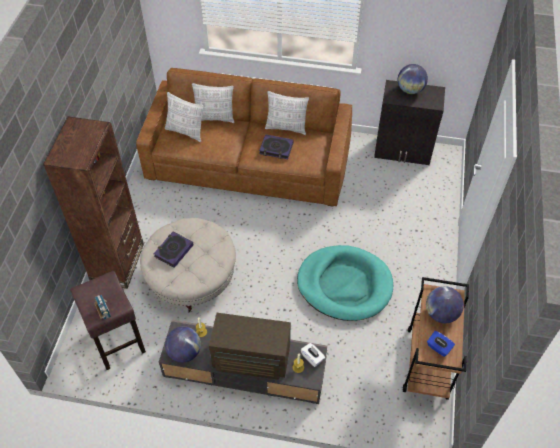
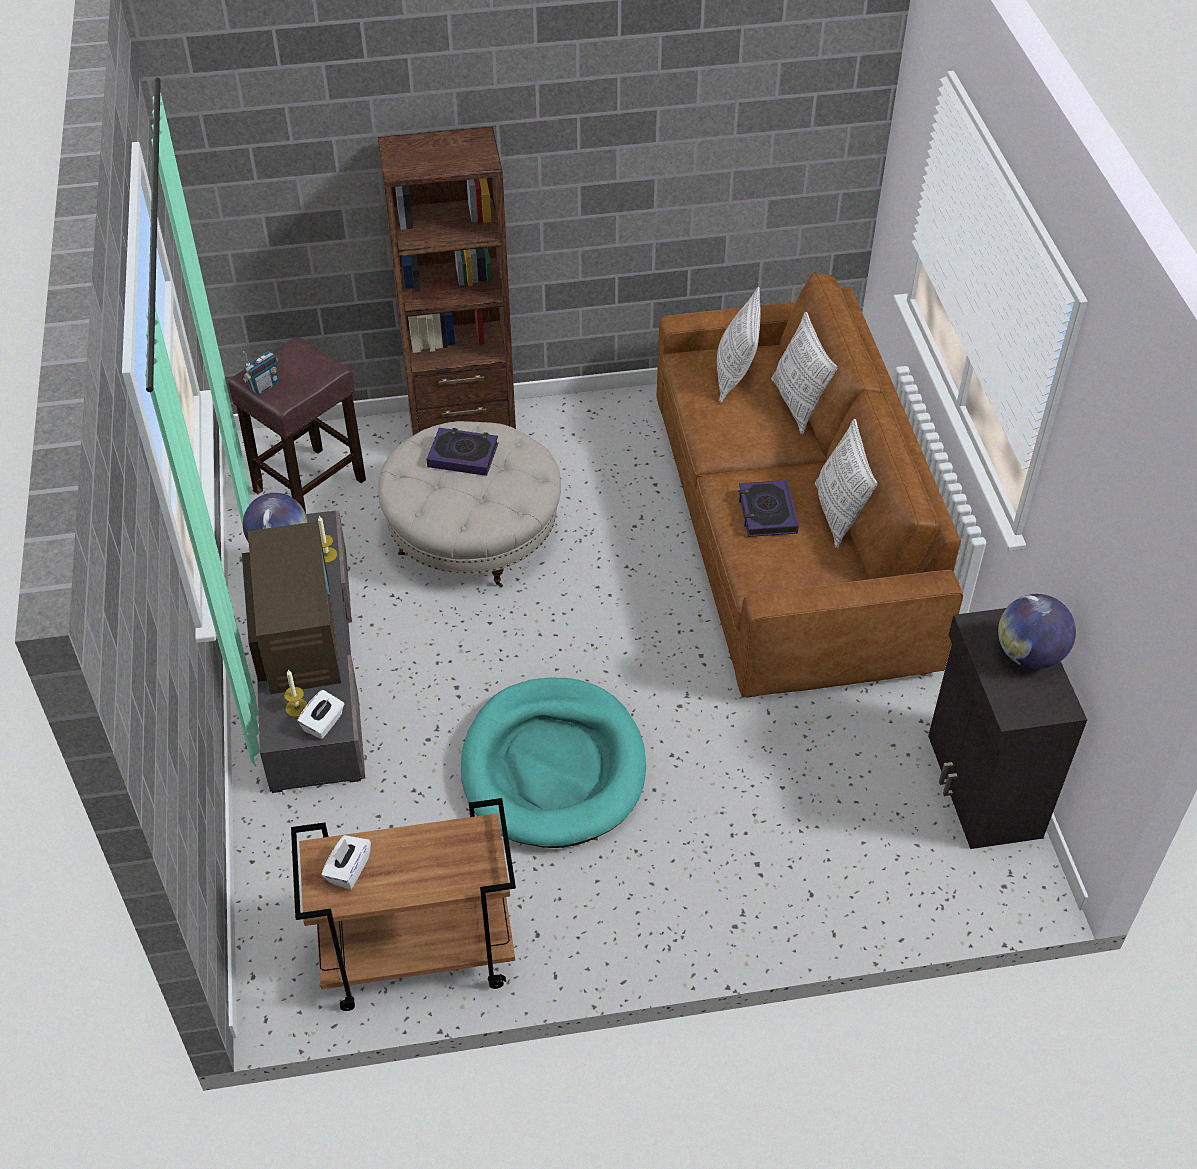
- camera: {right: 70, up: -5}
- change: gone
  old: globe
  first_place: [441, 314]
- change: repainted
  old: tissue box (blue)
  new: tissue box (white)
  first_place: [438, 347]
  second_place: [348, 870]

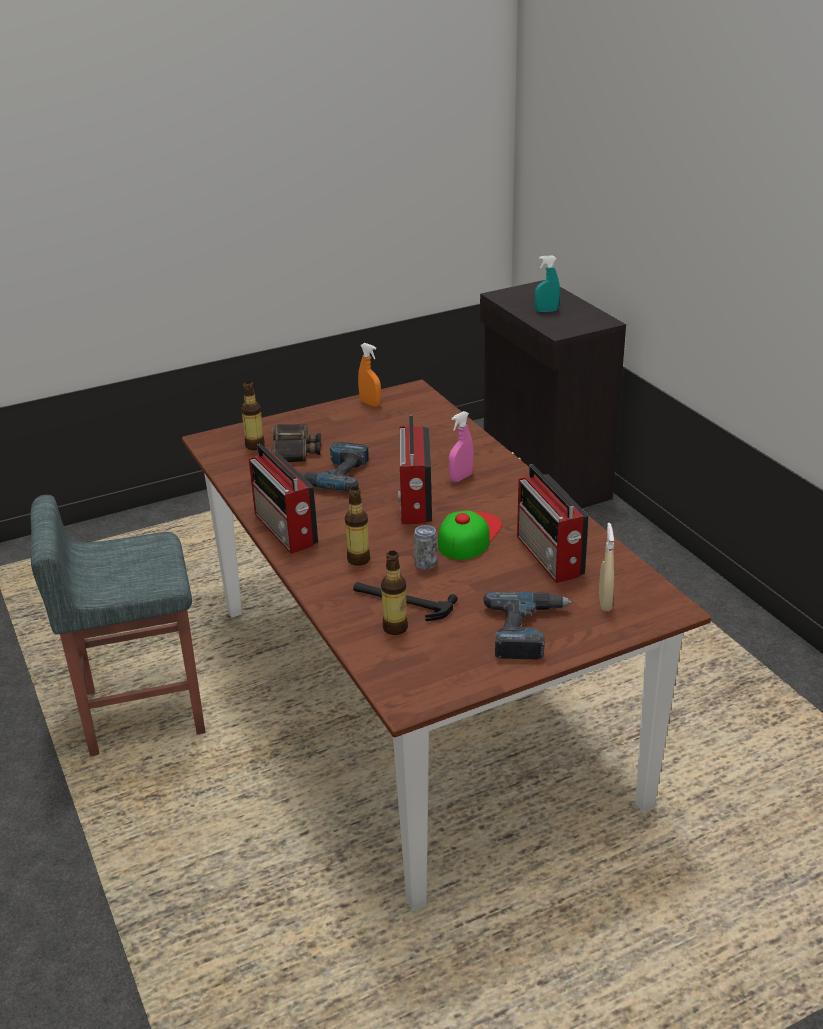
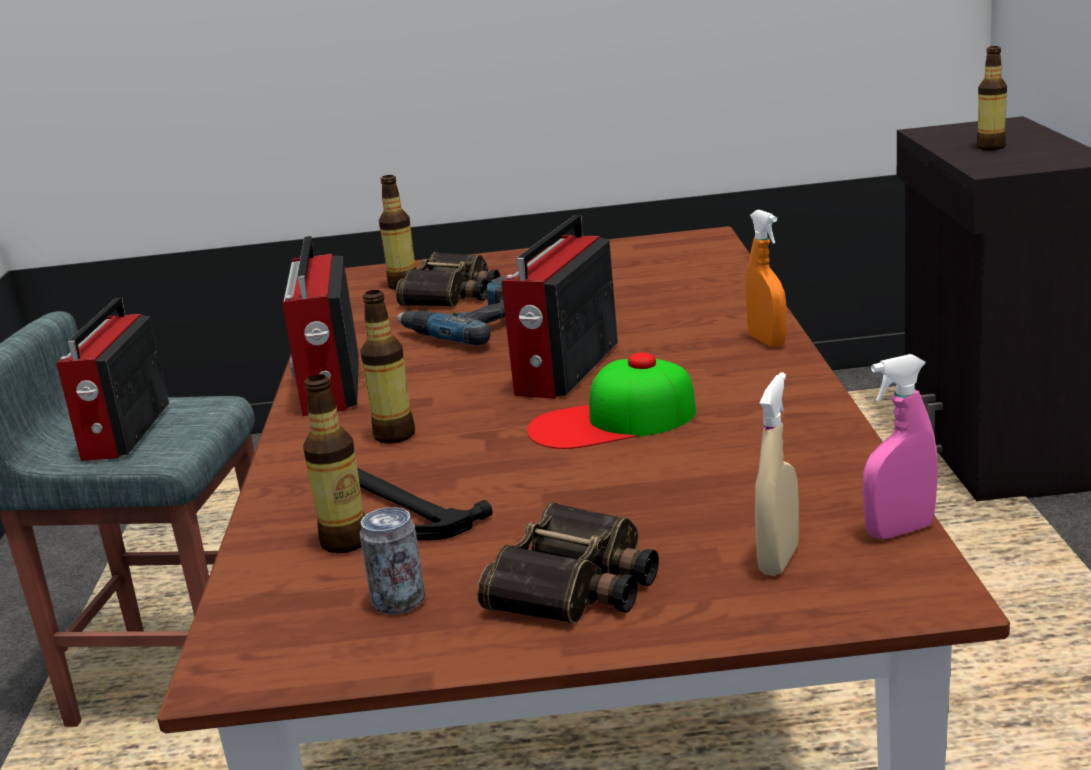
- camera: {right: 25, up: -10}
- change: shifted
  old: spray bottle (orange)
  first_place: [370, 403]
  second_place: [767, 341]
- change: shifted
  old: can
  first_place: [426, 564]
  second_place: [398, 602]
- change: rotated
  old: cap
  first_place: [468, 535]
  second_place: [612, 421]
  degrees: -150
- change: shifted
  old: spray bottle (pink)
  first_place: [461, 478]
  second_place: [899, 531]
- change: swapped
  old: power drill
  new: binoculars
  first_place: [527, 631]
  second_place: [577, 585]
- change: shifted
  old: radio
  first_place: [550, 557]
  second_place: [124, 432]
- change: swapped
  old: spray bottle (turquoise)
  new: bottle
  first_place: [546, 311]
  second_place: [990, 147]

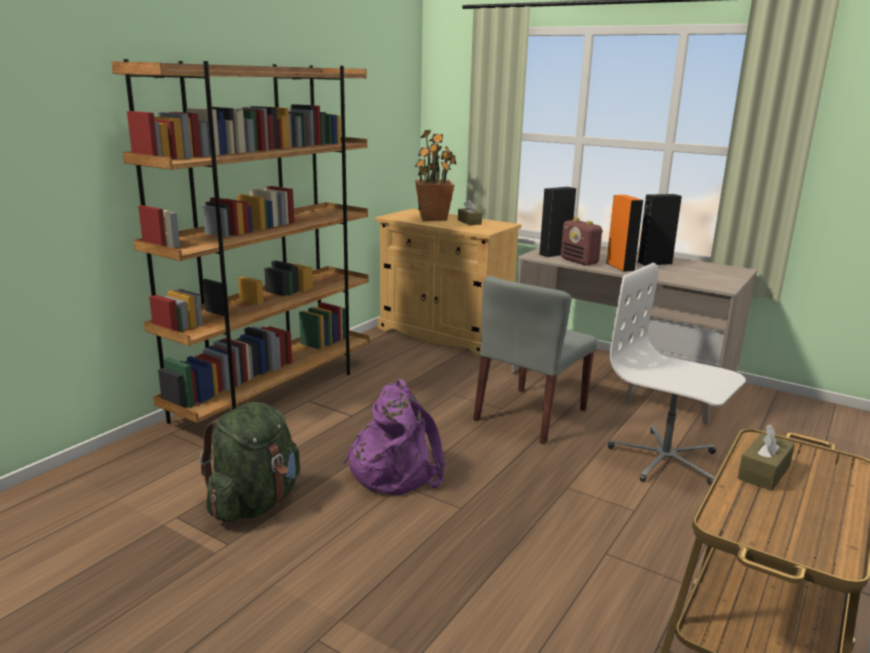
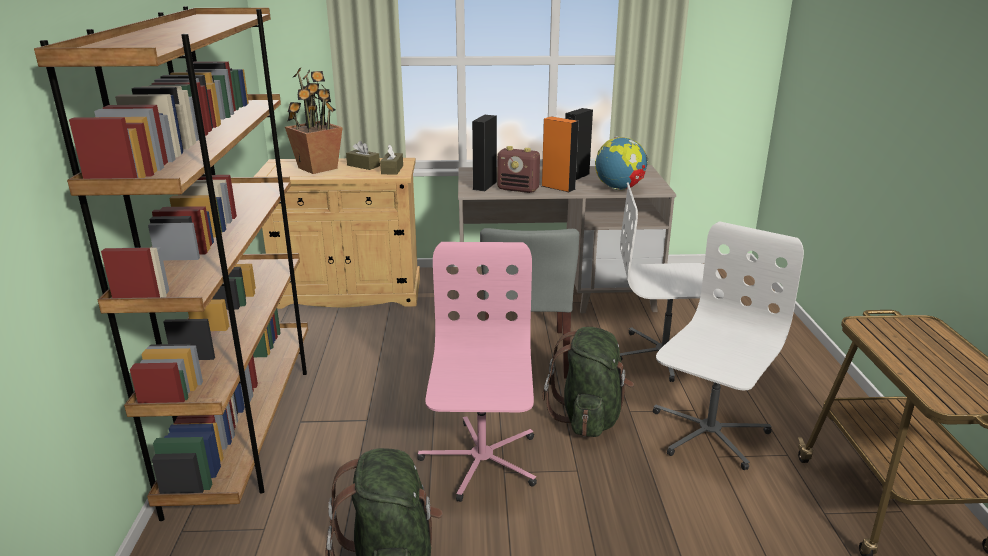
- camera: {right: -35, up: 5}
- change: swapped
  old: backpack (purple)
  new: office chair (pink)
  first_place: [395, 470]
  second_place: [480, 460]
- change: shifted
  old: tissue box (brown)
  first_place: [764, 472]
  second_place: [392, 170]
- change: new
  new: backpack (green)
  second_place: [589, 417]
- change: new
  new: globe
  second_place: [619, 189]
- change: new
  new: office chair (white)
  second_place: [708, 433]

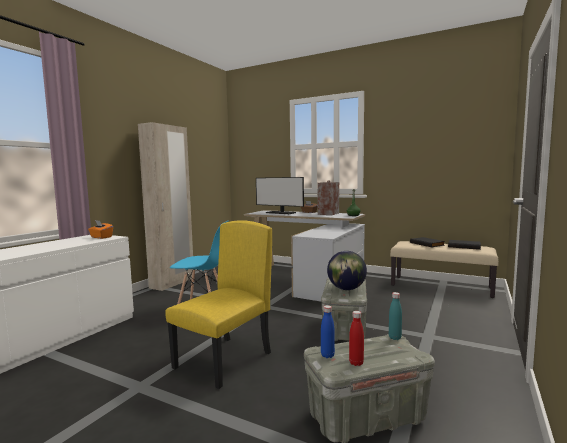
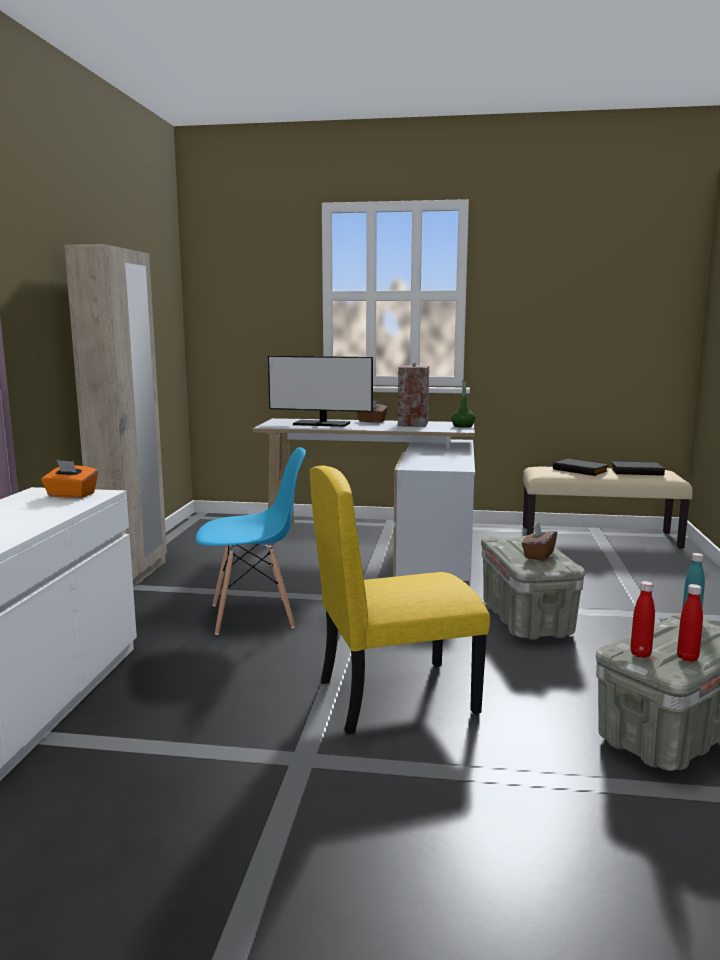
- camera: {right: -20, up: 5}
- change: rotated
  old: chair (yellow)
  first_place: [224, 360]
  second_place: [396, 695]
  degrees: -120
- change: repainted
  old: bottle (blue)
  new: bottle (red)
  first_place: [327, 355]
  second_place: [640, 654]
- change: swapped
  old: globe
  new: tissue box (brown)
  first_place: [346, 289]
  second_place: [538, 555]

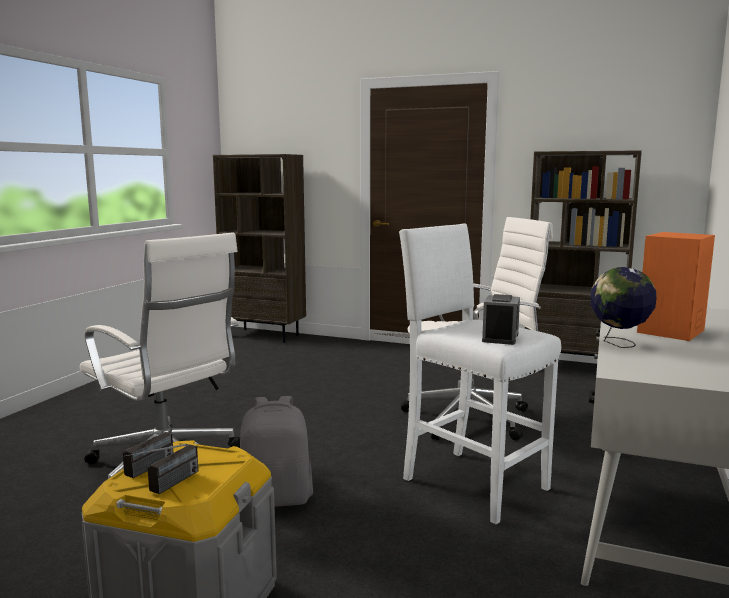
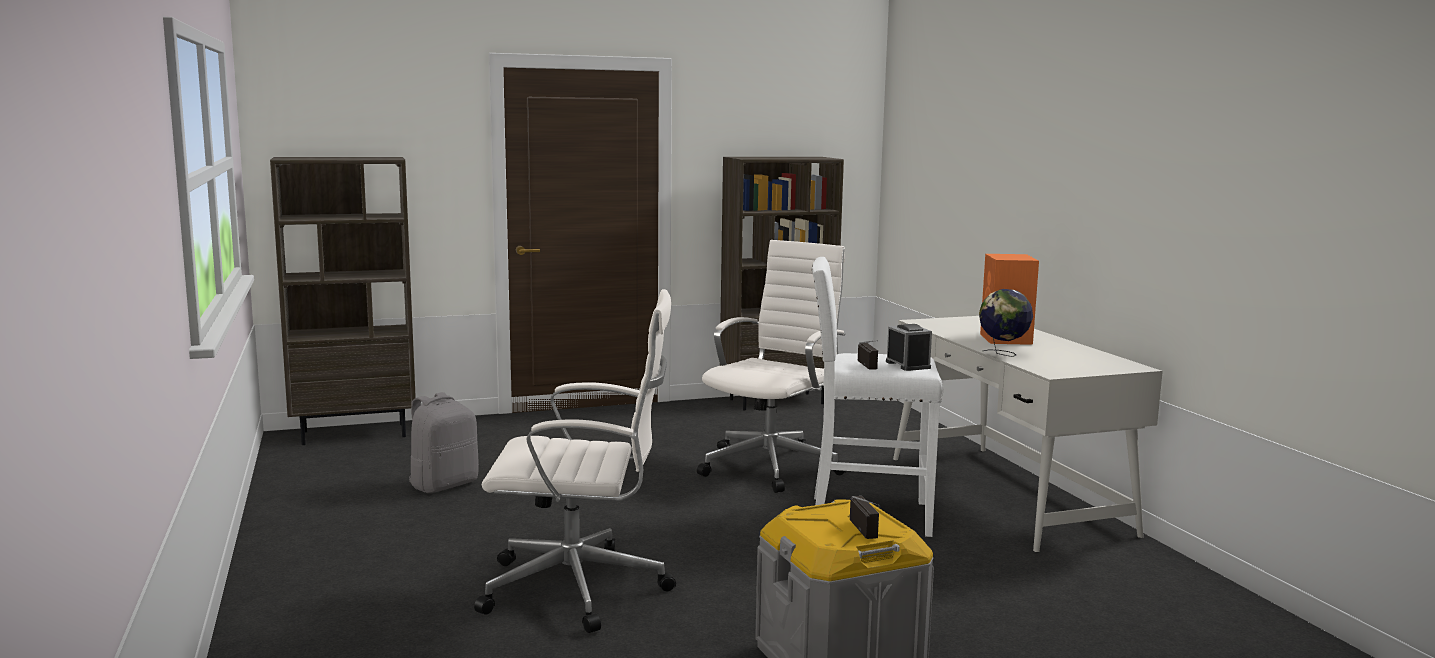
- camera: {right: -40, up: 0}
- change: shifted
  old: radio
  first_place: [139, 472]
  second_place: [871, 367]
- change: shifted
  old: backpack (grey)
  first_place: [276, 498]
  second_place: [444, 484]

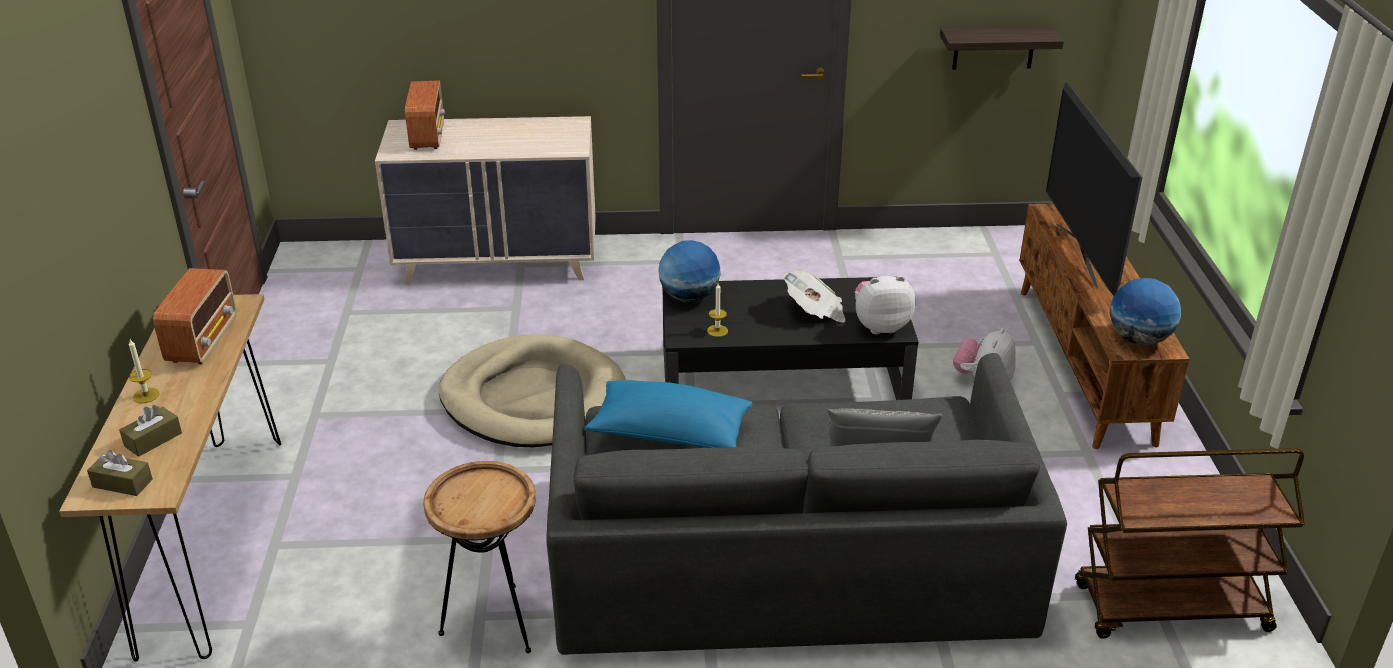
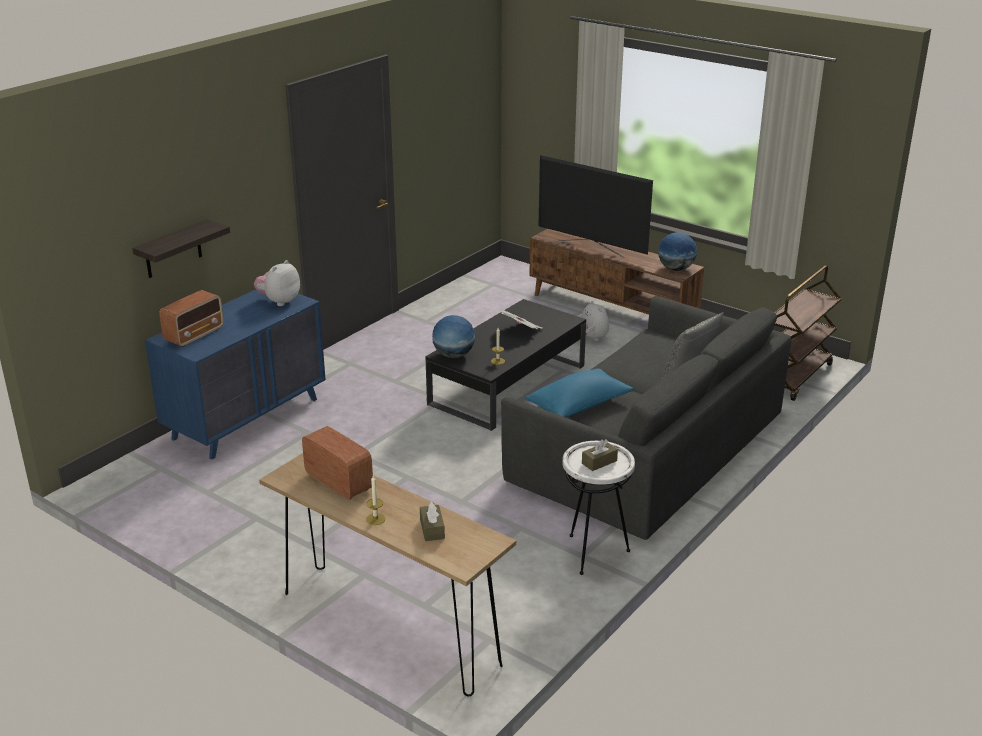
- camera: {right: -50, up: -5}
- change: shifted
  old: tissue box (brown)
  first_place: [122, 483]
  second_place: [599, 462]
- change: repainted
  old: dresser (beige)
  new: dresser (blue)
  first_place: [498, 263]
  second_place: [246, 418]
- change: rotated
  old: radio
  first_place: [428, 135]
  second_place: [195, 335]
  degrees: 90
- change: repainted
  old: side table (brown)
  new: side table (white)
  first_place: [494, 623]
  second_place: [593, 553]
- change: gone
  old: dog bed (beige)
  first_place: [533, 398]
- change: shifted
  old: plush toy
  first_place: [880, 326]
  second_place: [279, 301]
- change: shifted
  old: shelf
  first_place: [994, 47]
  second_place: [173, 250]

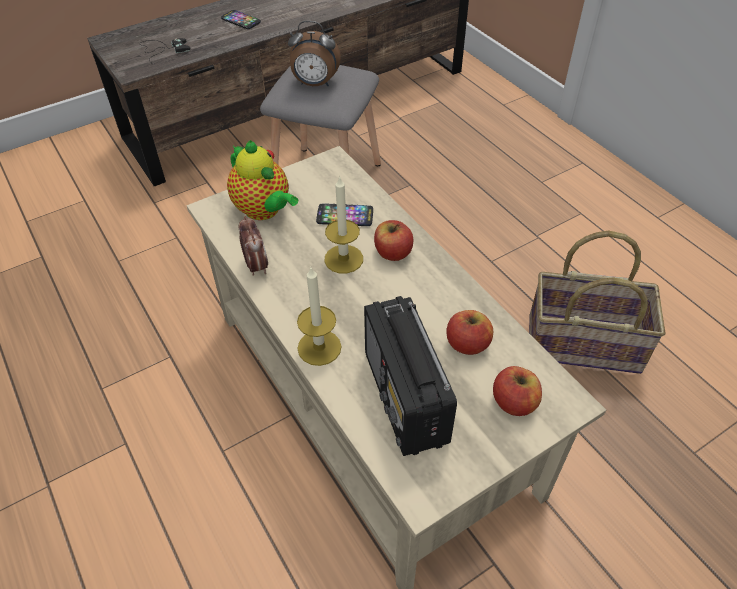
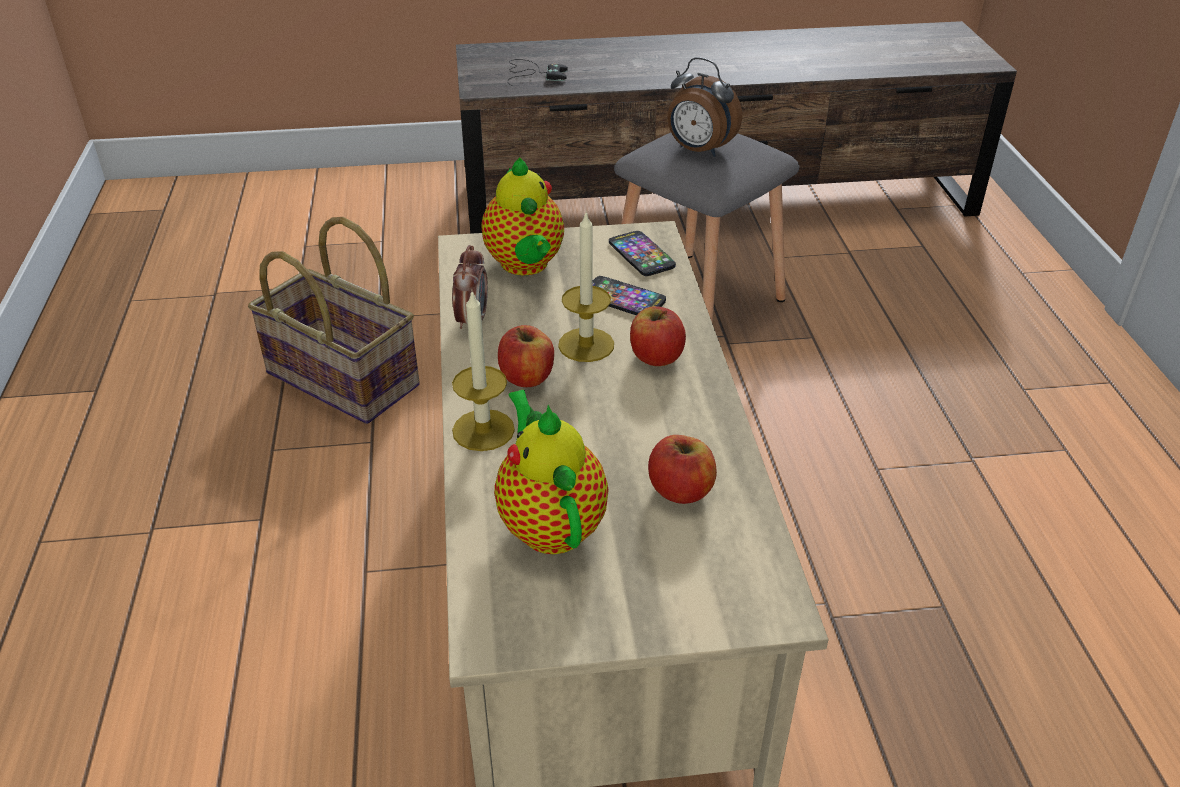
- camera: {right: 25, up: -10}
- change: shifted
  old: phone
  first_place: [240, 20]
  second_place: [641, 255]
- change: swapped
  old: radio
  new: teapot
  first_place: [405, 398]
  second_place: [550, 523]
- change: shifted
  old: apple
  first_place: [514, 402]
  second_place: [527, 377]
- change: shifted
  old: basket
  first_place: [584, 342]
  second_place: [345, 378]

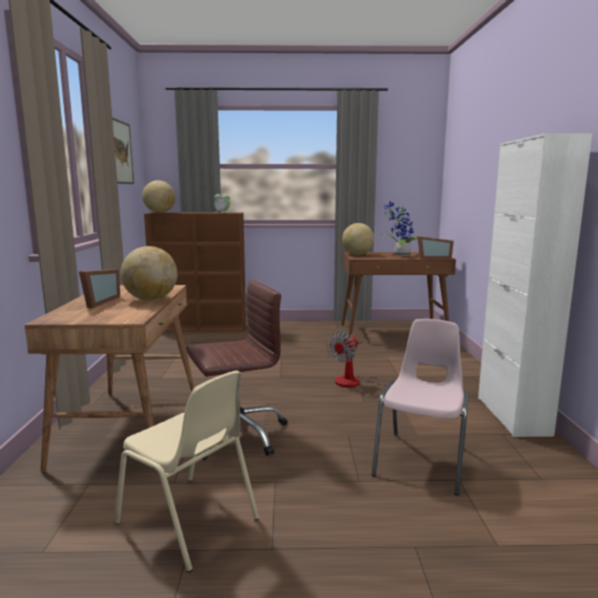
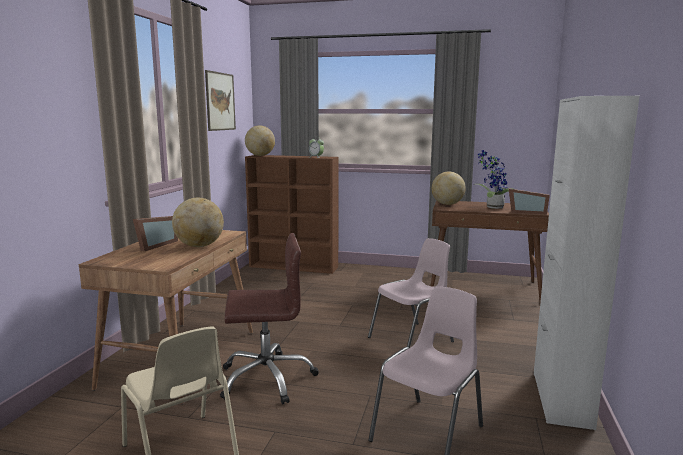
- camera: {right: 15, up: 0}
- change: swapped
  old: fan
  new: chair (pink)
  first_place: [357, 382]
  second_place: [412, 340]

